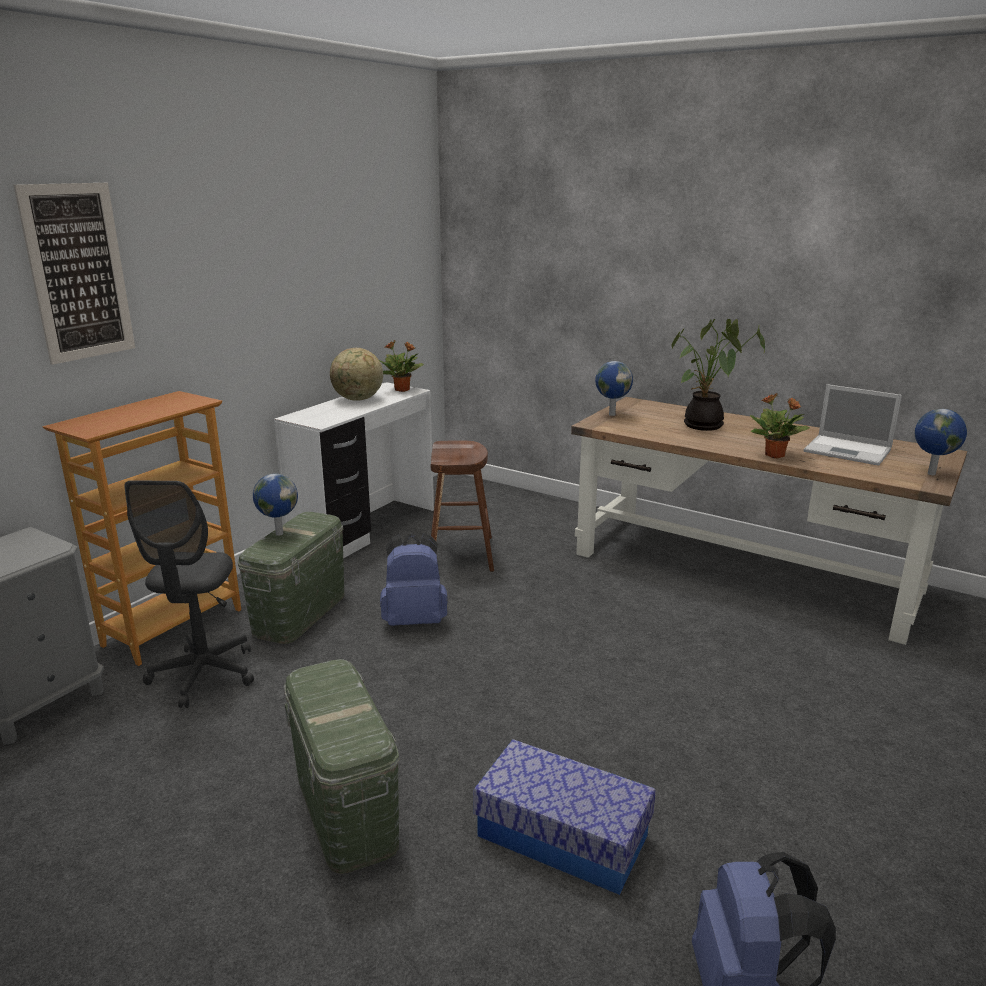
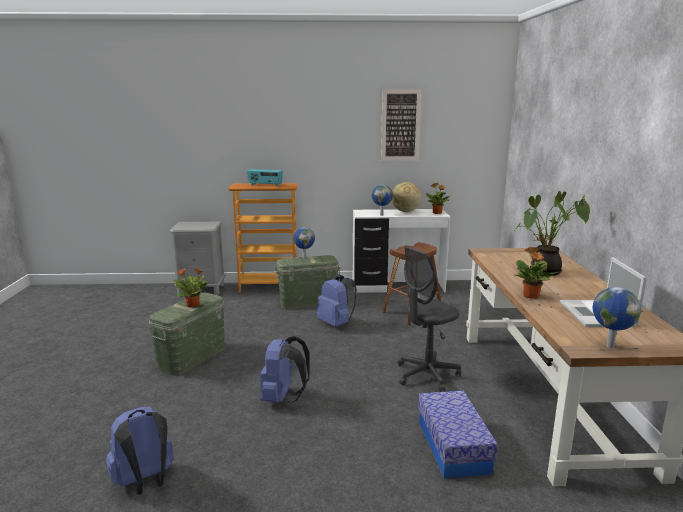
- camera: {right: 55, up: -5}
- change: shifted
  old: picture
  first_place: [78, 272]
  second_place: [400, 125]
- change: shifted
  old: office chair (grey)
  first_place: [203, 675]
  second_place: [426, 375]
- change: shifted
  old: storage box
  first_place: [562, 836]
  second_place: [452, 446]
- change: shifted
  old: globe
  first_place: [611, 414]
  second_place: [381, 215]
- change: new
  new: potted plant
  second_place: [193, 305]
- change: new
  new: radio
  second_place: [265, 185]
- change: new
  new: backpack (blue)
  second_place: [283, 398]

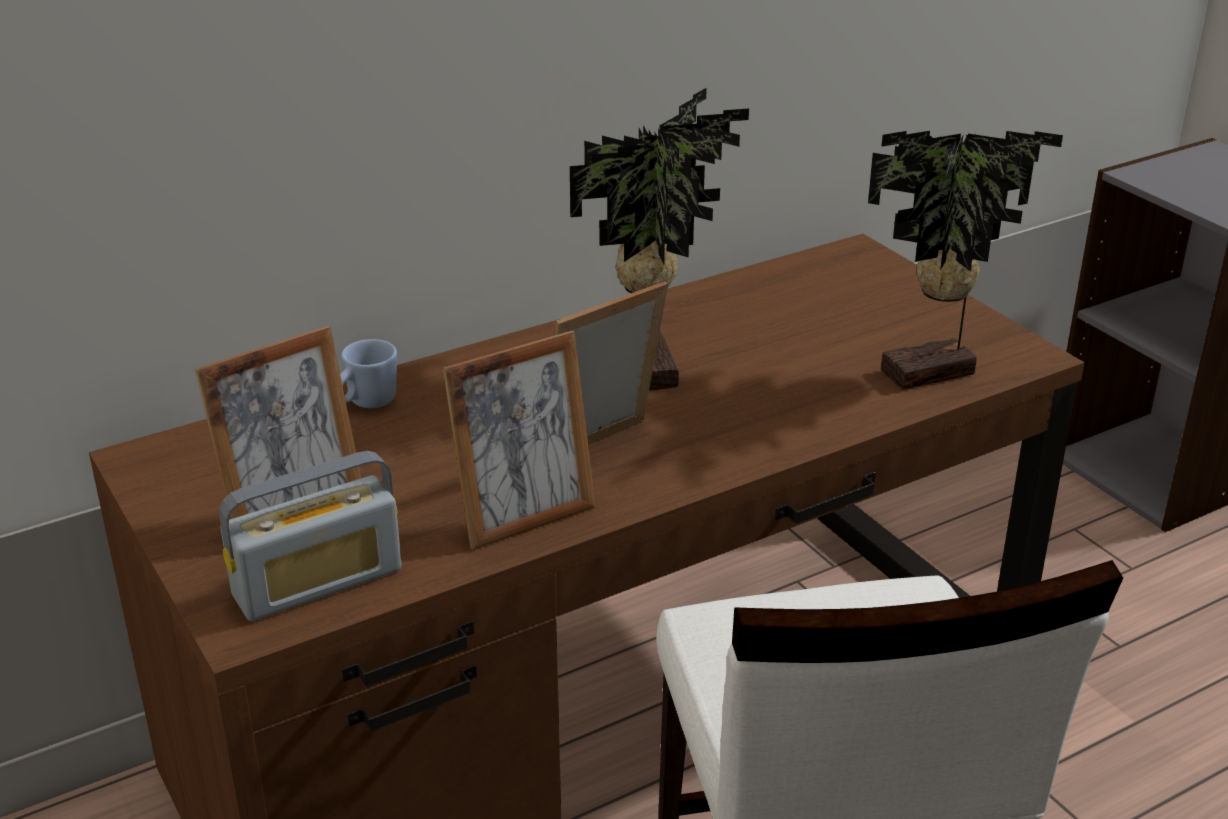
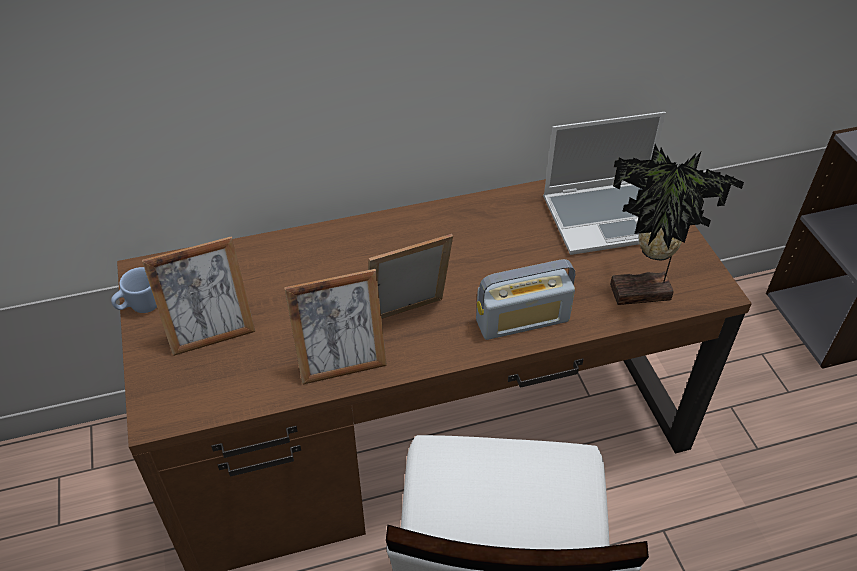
- camera: {right: 15, up: 15}
- change: shifted
  old: radio
  first_place: [318, 583]
  second_place: [522, 321]
- change: shifted
  old: mug (blue)
  first_place: [366, 403]
  second_place: [140, 307]
- change: gone
  old: potted plant
  first_place: [653, 367]
- change: new
  new: laptop
  second_place: [610, 217]

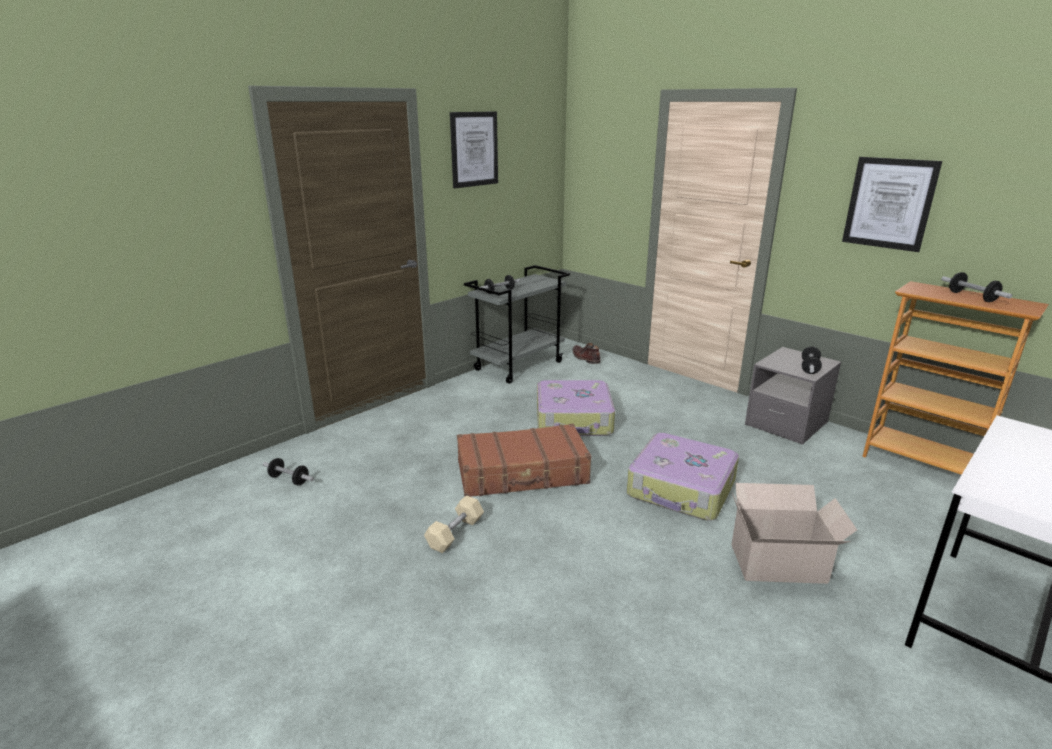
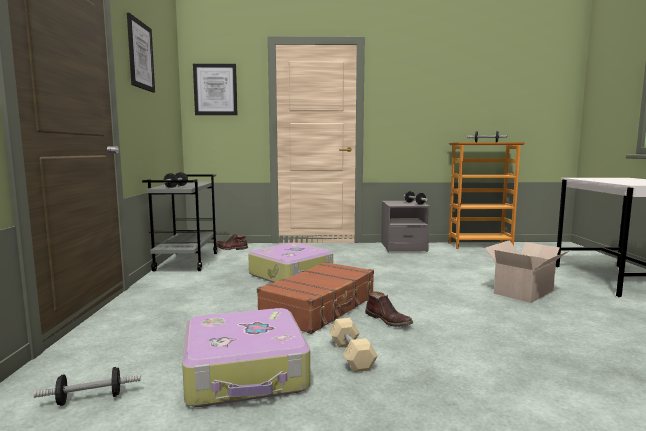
- camera: {right: -45, up: -15}
- change: shifted
  old: suitcase
  first_place: [681, 489]
  second_place: [246, 372]
- change: shifted
  old: picture
  first_place: [889, 203]
  second_place: [215, 89]
- change: new
  new: boot (brown)
  second_place: [388, 320]

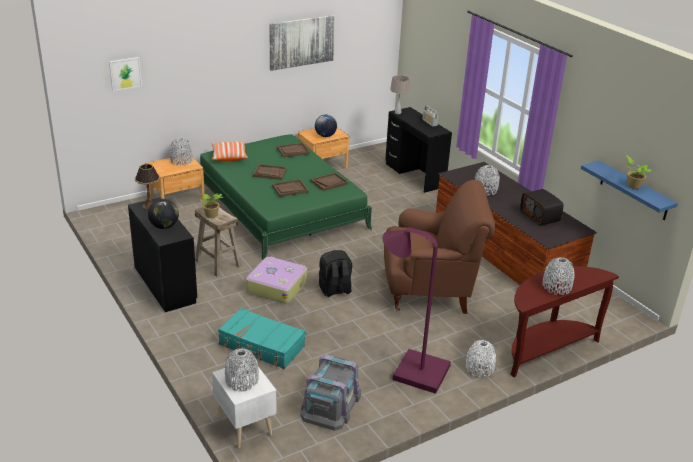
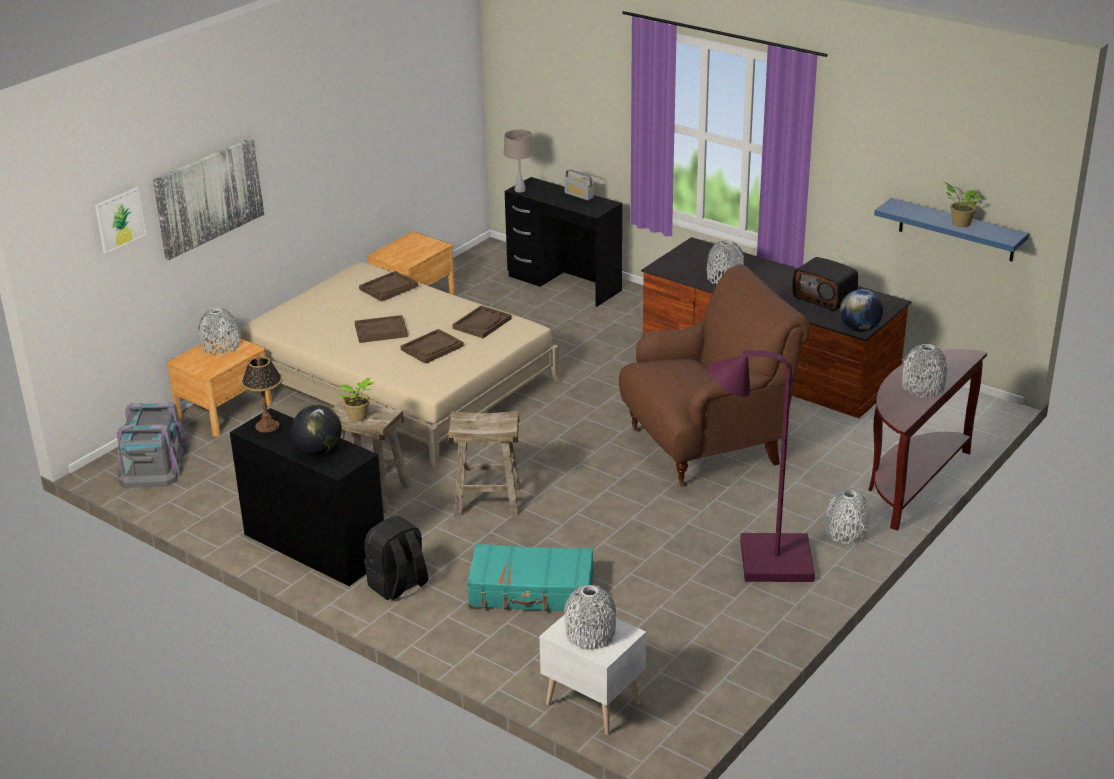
- camera: {right: -20, up: 0}
- change: repainted
  old: bed (green)
  new: bed (beige)
  first_place: [280, 207]
  second_place: [398, 382]
- change: gone
  old: pillow
  first_place: [229, 157]
- change: swapped
  old: suitcase
  new: stool (beige)
  first_place: [276, 286]
  second_place: [487, 501]
- change: shifted
  old: picture
  first_place: [301, 42]
  second_place: [209, 197]
- change: shifted
  old: storage box (grey)
  first_place: [331, 403]
  second_place: [153, 462]
- change: shifted
  old: globe
  first_place: [325, 136]
  second_place: [859, 329]
- change: shifted
  old: backpack (black)
  first_place: [335, 290]
  second_place: [398, 585]

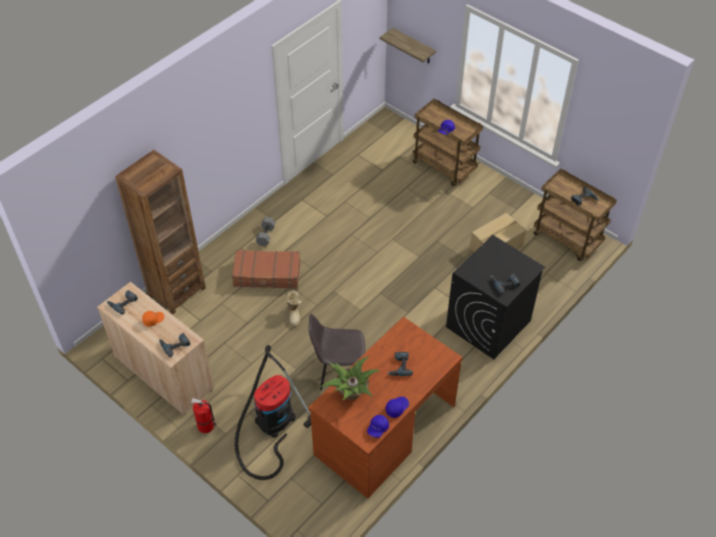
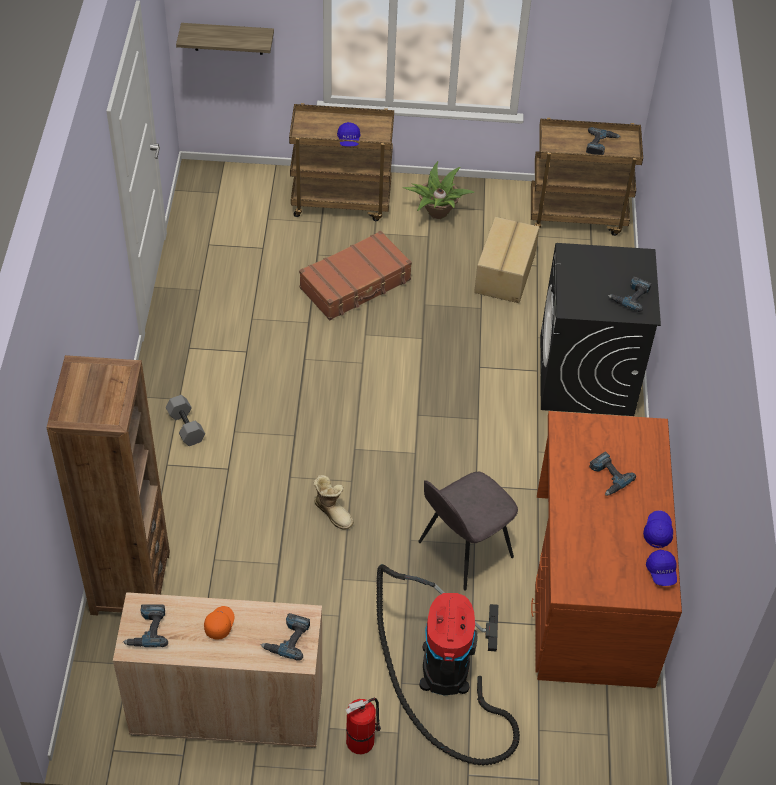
- camera: {right: -40, up: 0}
- change: shifted
  old: suitcase (brown)
  first_place: [267, 275]
  second_place: [356, 284]
- change: shifted
  old: potted plant
  first_place: [351, 393]
  second_place: [437, 213]

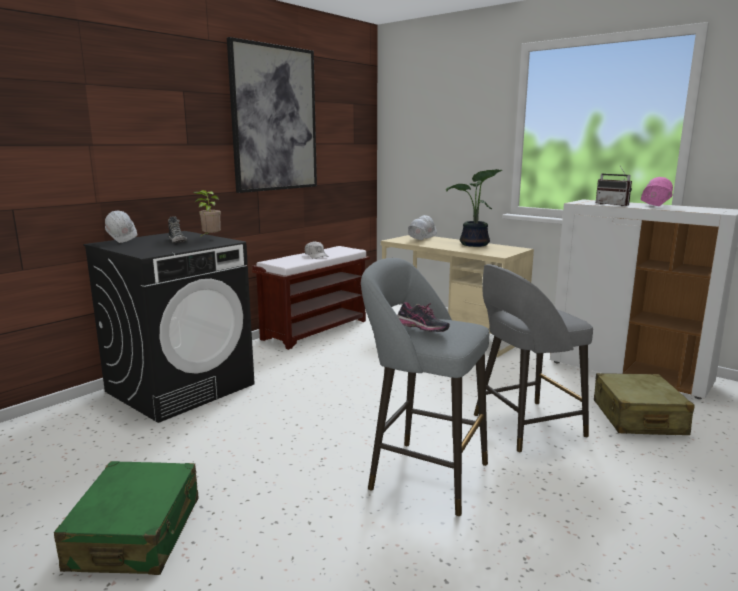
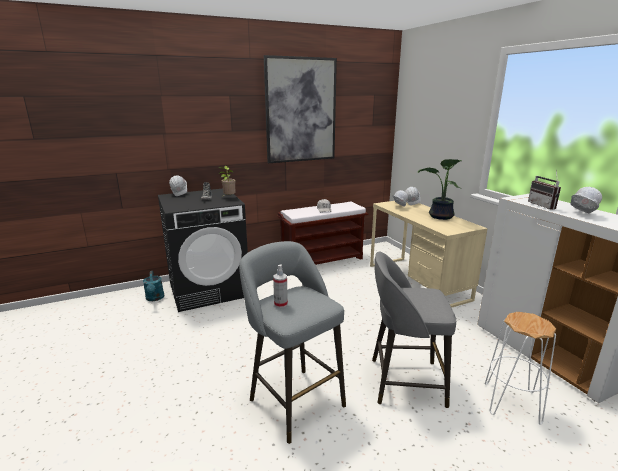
- camera: {right: 25, up: 5}
- change: gone
  old: suitcase (green)
  first_place: [136, 533]
- change: swapped
  old: shoe
  new: spray bottle
  first_place: [421, 332]
  second_place: [280, 304]
- change: swapped
  old: suitcase (beige)
  new: stool (white)
  first_place: [638, 418]
  second_place: [512, 403]
- change: repainted
  old: hard hat (pink)
  new: hard hat (white)
  first_place: [654, 207]
  second_place: [581, 214]
- change: new
  new: watering can (turquoise)
  second_place: [155, 298]

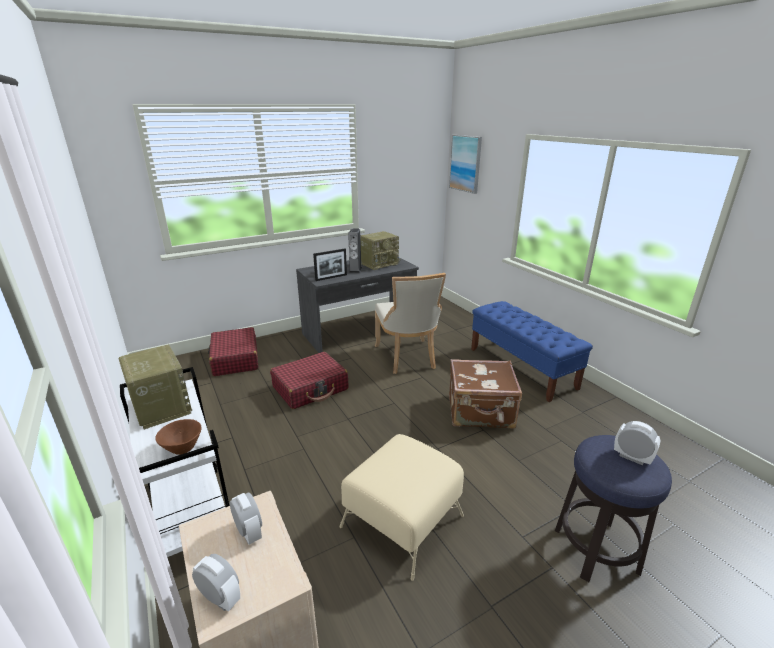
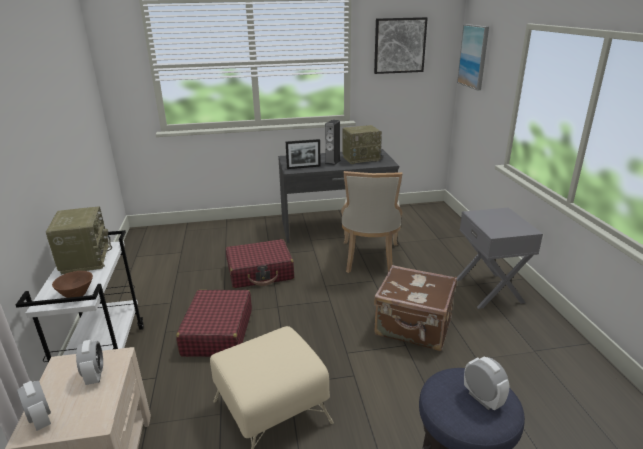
- camera: {right: 20, up: 0}
- change: shifted
  old: suitcase (red)
  first_place: [235, 359]
  second_place: [217, 332]
- change: swapped
  old: bench (blue)
  new: nightstand (grey)
  first_place: [521, 368]
  second_place: [489, 290]
- change: new
  new: picture
  second_place: [399, 45]

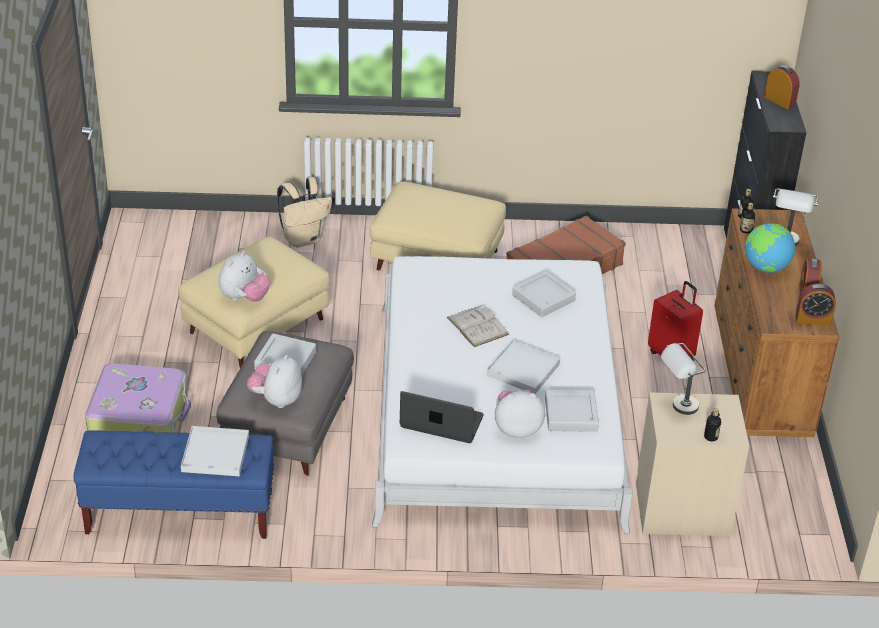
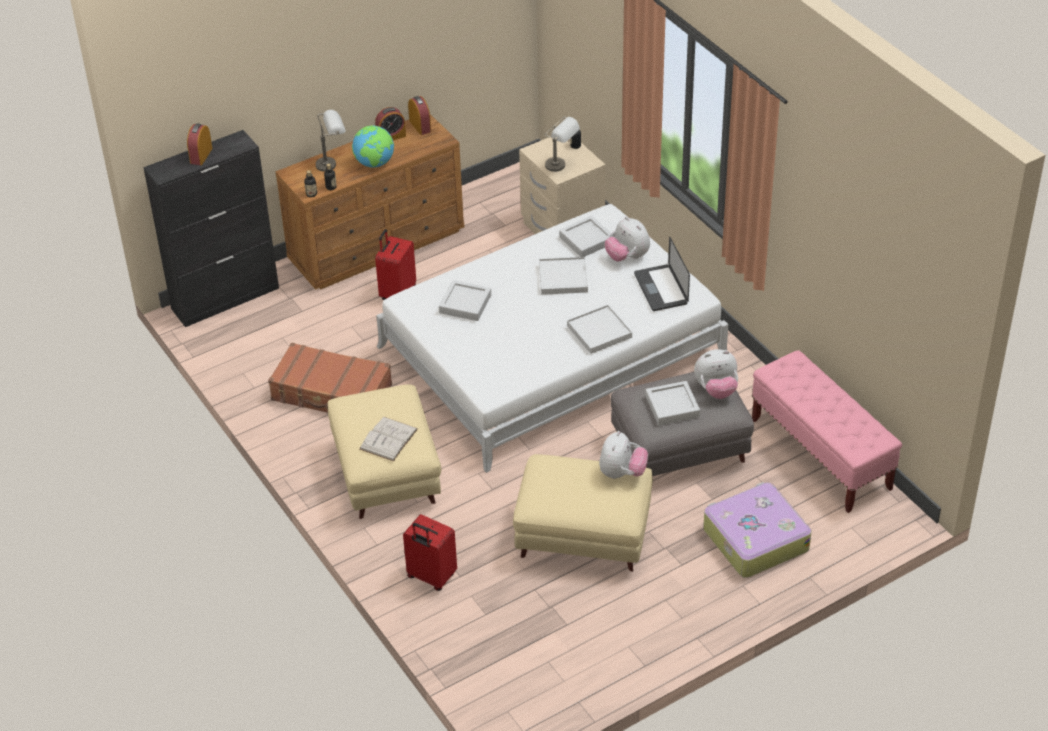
- camera: {right: -120, up: 5}
- change: repainted
  old: bench (blue)
  new: bench (pink)
  first_place: [179, 513]
  second_place: [821, 455]
- change: shifted
  old: tray (white)
  first_place: [215, 454]
  second_place: [599, 331]
- change: rotated
  old: plush toy
  first_place: [244, 298]
  second_place: [622, 473]
  degrees: 105
- change: swapped
  old: backpack (beige)
  new: suitcase (red)
  first_place: [303, 239]
  second_place: [431, 577]
- change: shifted
  old: book (white)
  first_place: [477, 326]
  second_place: [388, 439]

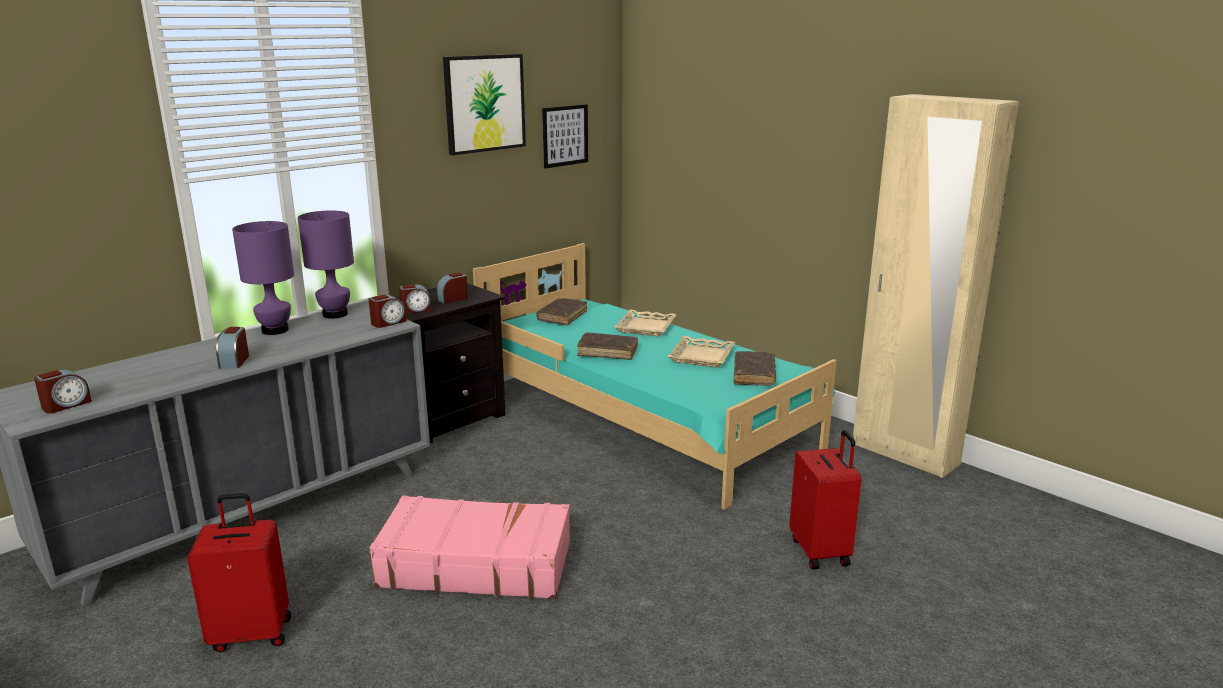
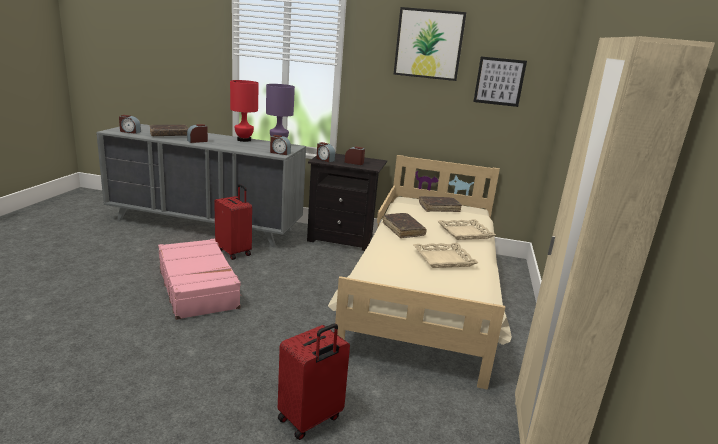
- camera: {right: 55, up: 0}
- change: shifted
  old: suitcase (red)
  first_place: [252, 633]
  second_place: [234, 252]
- change: repainted
  old: table lamp (purple)
  new: table lamp (red)
  first_place: [276, 330]
  second_place: [244, 140]
- change: repainted
  old: bed (turquoise)
  new: bed (beige)
  first_place: [644, 417]
  second_place: [426, 294]
- change: shifted
  old: book (brown)
  first_place: [754, 375]
  second_place: [169, 135]

